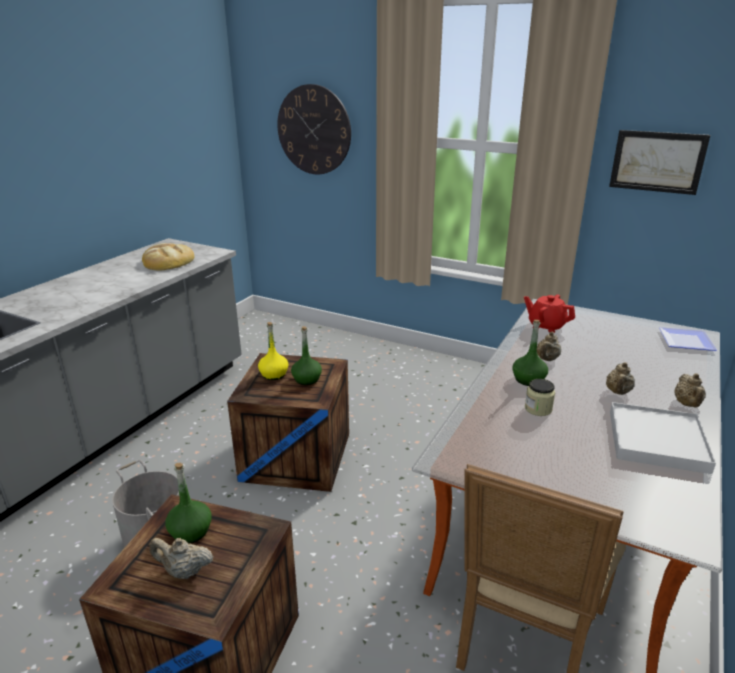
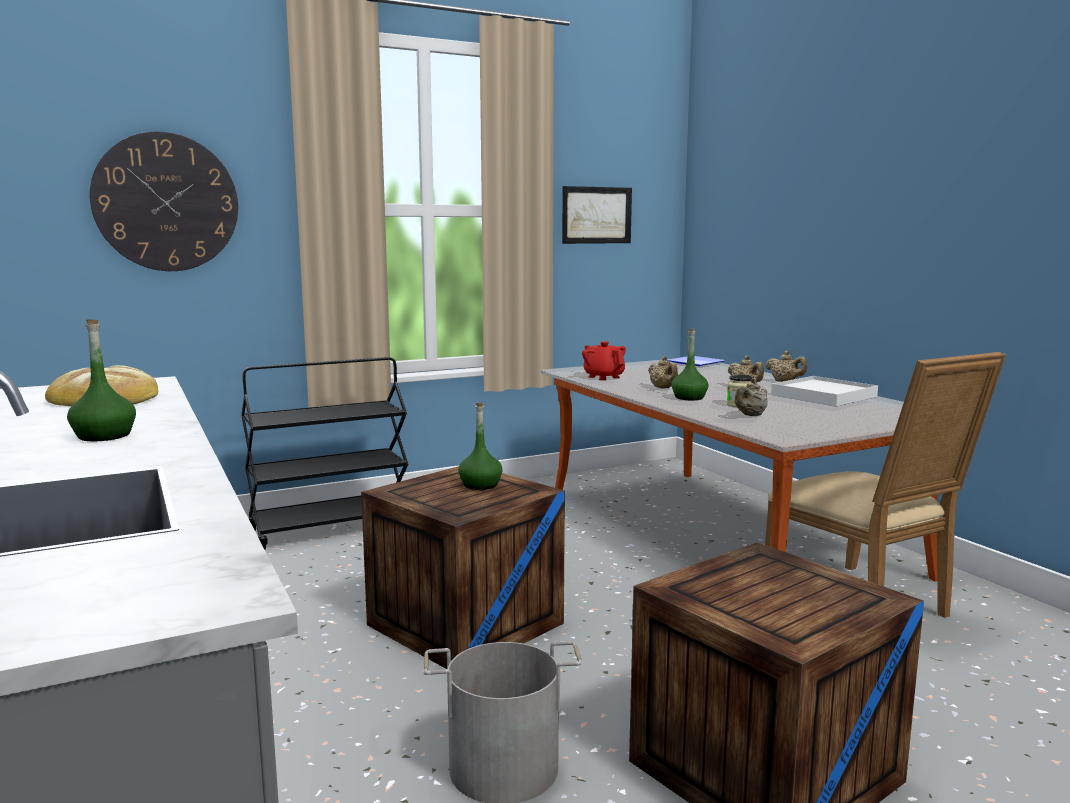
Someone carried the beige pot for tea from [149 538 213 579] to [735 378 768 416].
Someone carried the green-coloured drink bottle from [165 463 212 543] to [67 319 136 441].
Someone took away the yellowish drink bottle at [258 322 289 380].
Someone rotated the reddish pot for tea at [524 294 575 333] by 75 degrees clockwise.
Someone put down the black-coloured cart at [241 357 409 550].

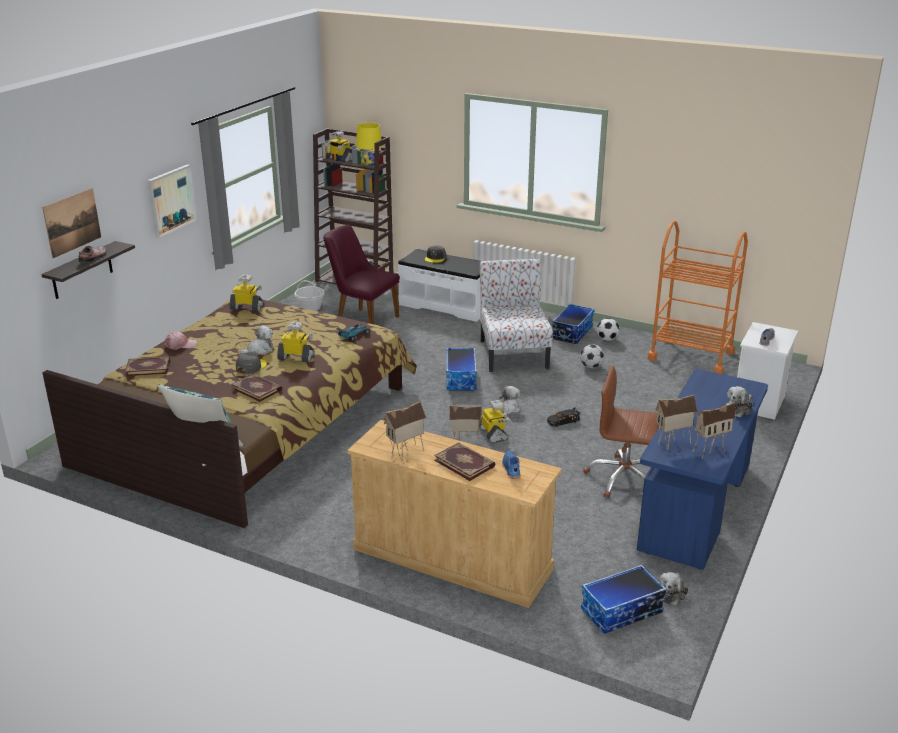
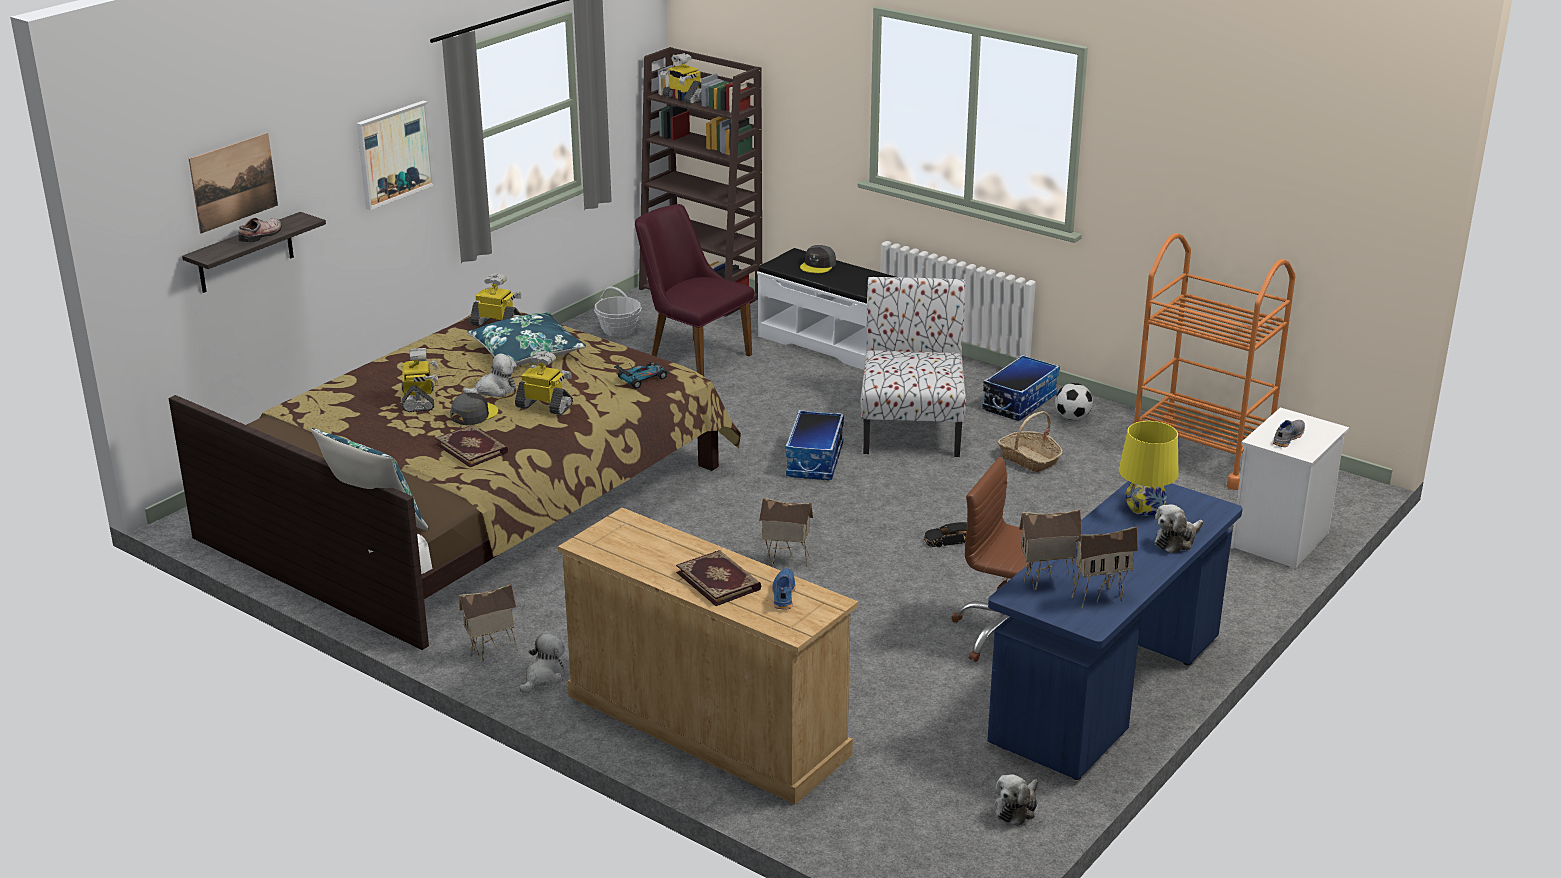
Someone took away the bound book at [125 357 170 376].
Someone took away the pinkish peaked cap at [164 332 197 350].
Someone carried the yellowish lamp for a table from [356 123 382 166] to [1119 421 1179 516].
Someone carried the miniature house from [384 401 426 462] to [459 584 518 663].
Someone carried the model robot from [479 400 512 443] to [402 348 438 412].
Someone carried the soft toy from [499 386 520 418] to [519 633 565 693].
Someone swapped the football at [580 344 605 368] for the storage basket at [997 411 1063 472].
Someone took away the storage bin at [581 565 666 634].
Someone put down the bluish cushion at [467 312 586 366].

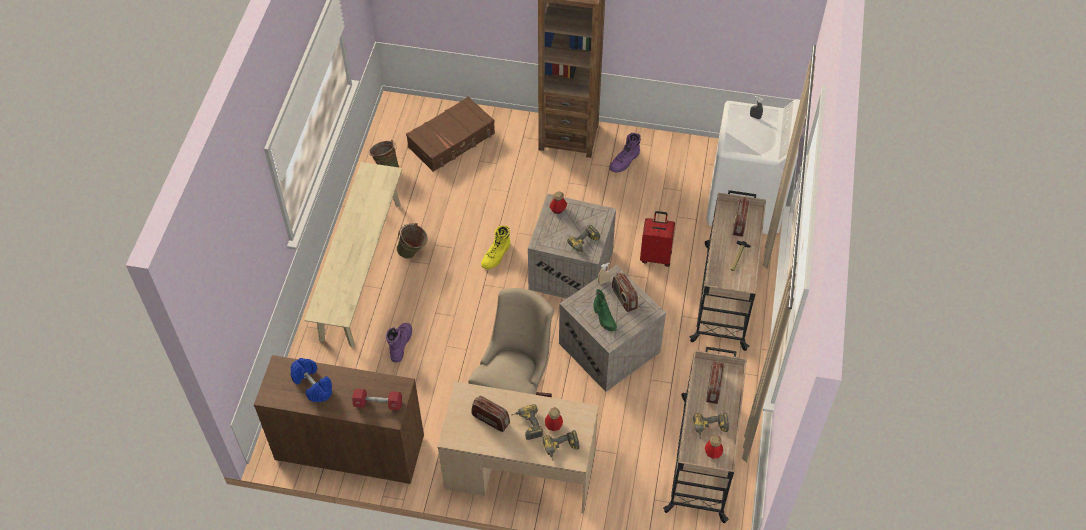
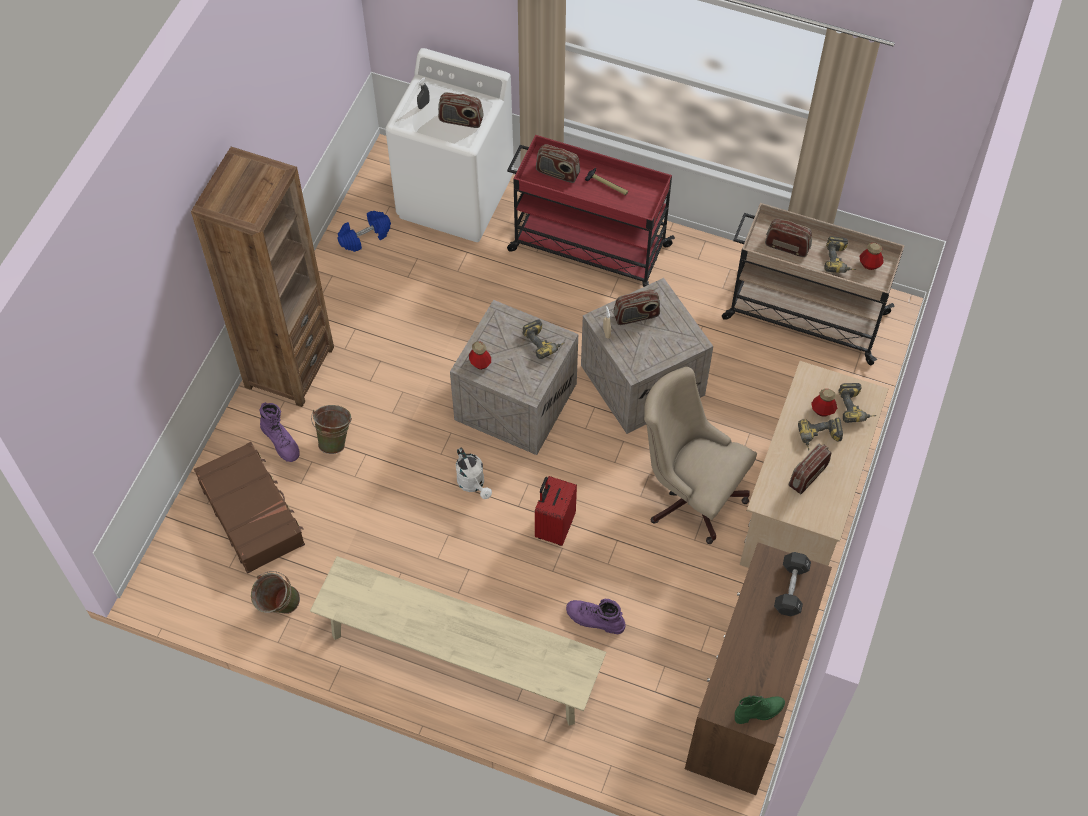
Someone carried the bluish hand weight from [290 358 332 402] to [337 211 391 252].
Someone repainted the reddish hand weight at [352 389 402 410], which became the black-coloured hand weight at [774 552 811 616].
Someone carried the green-coloured bucket from [397 223 428 259] to [311 405 352 454].
Someone swapped the yellowish tall boot at [481 226 510 269] for the whitish watering can at [456 448 492 499].
Someone carried the green-coloured tall boot from [594 289 617 331] to [735 695 785 724].
Someone carried the purple-coloured tall boot from [609 133 641 172] to [260 402 300 462].
Someone carried the reddish piece of luggage from [640 211 675 267] to [535 476 577 546].
Someone repainted the beige cart at [690 190 766 351], which became the reddish cart at [507 135 675 287].
Someone put down the radio at [438 92 483 128].

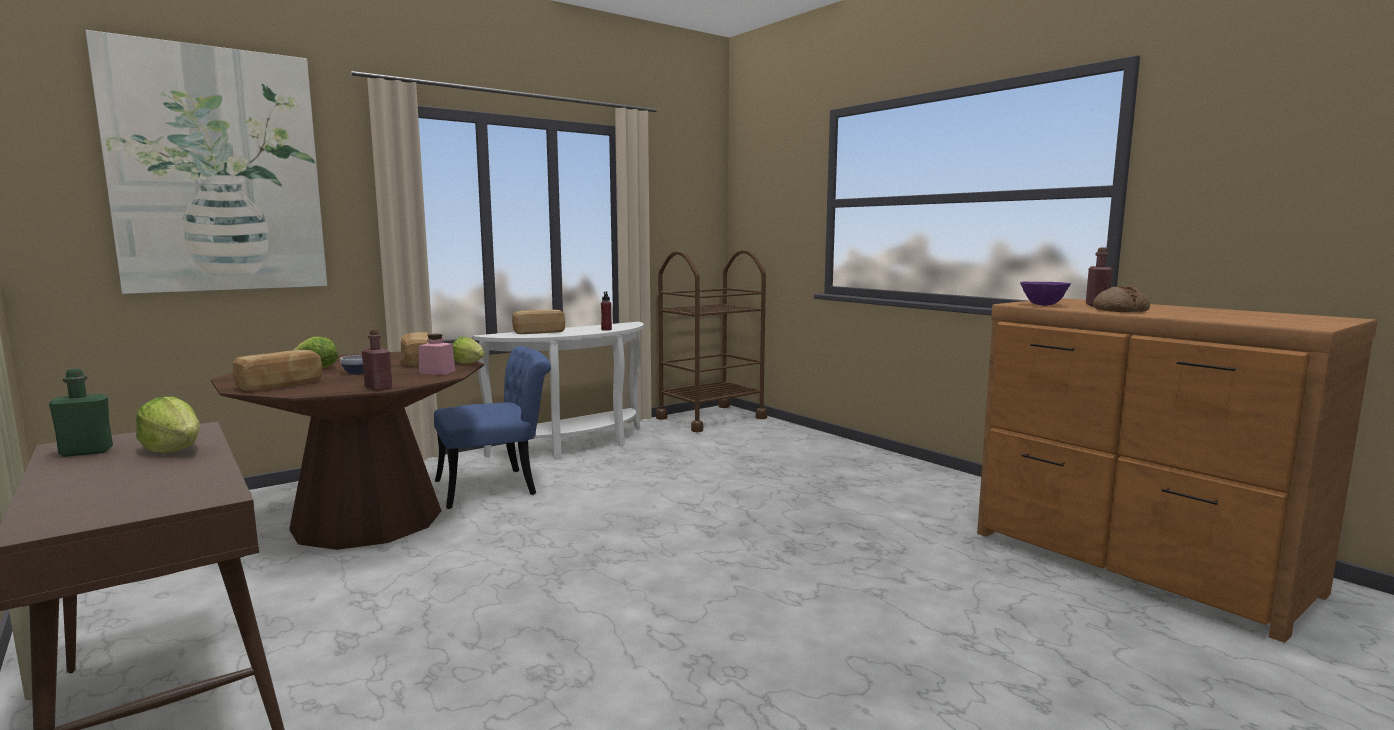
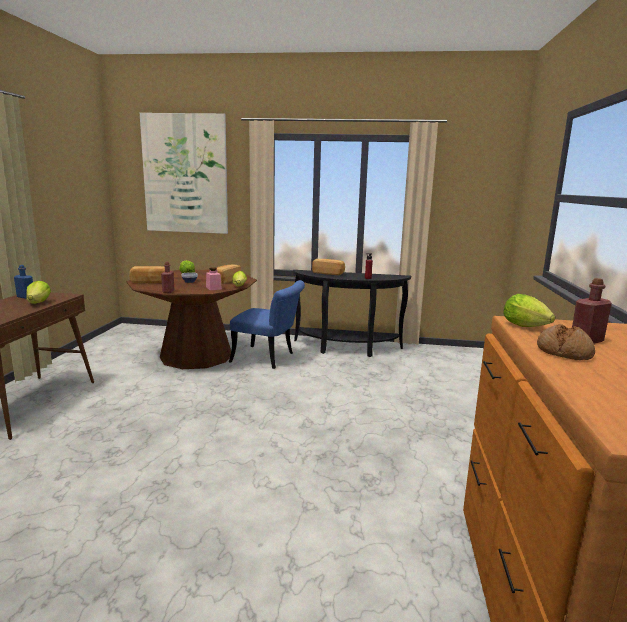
Someone repainted the green-coloured drink bottle at [49 369 113 457], which became the bluish drink bottle at [14 265 33 299].
Someone repainted the whitish narrow table at [472 322 644 460], which became the black-coloured narrow table at [293 270 411 357].
Someone took away the brownish cart at [656 250 767 432].
Someone swapped the purple-coloured bowl at [1020 282 1071 306] for the lettuce at [503 294 555 327].

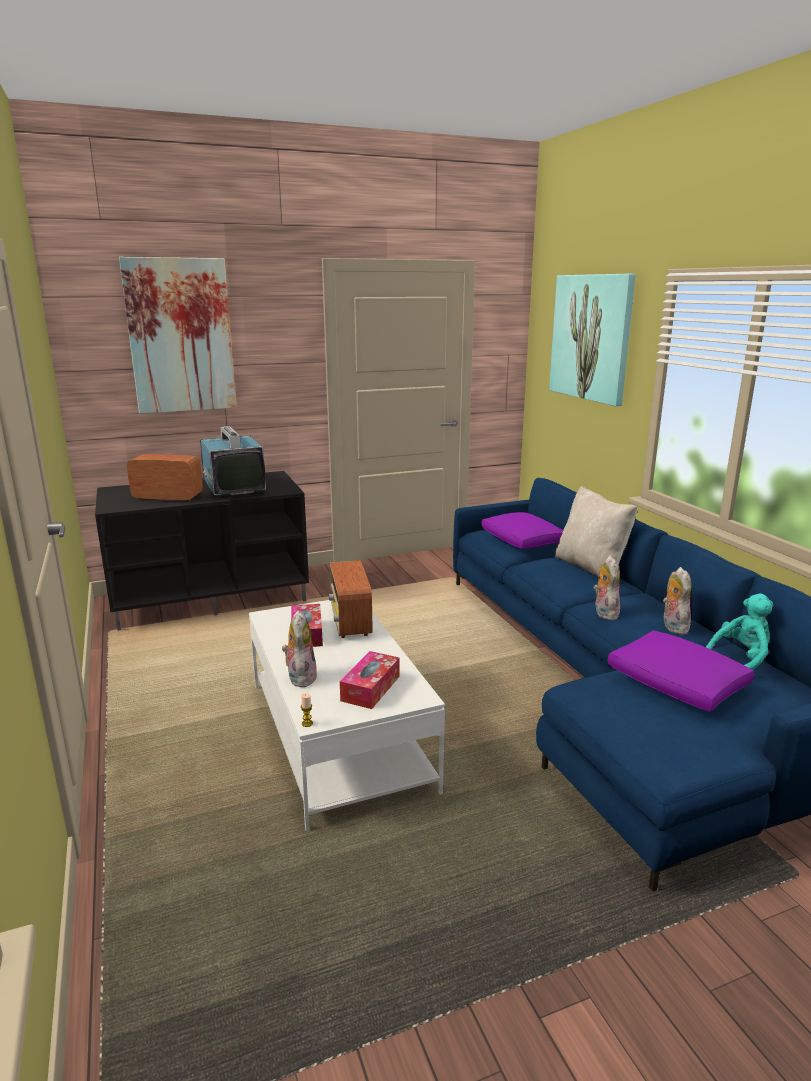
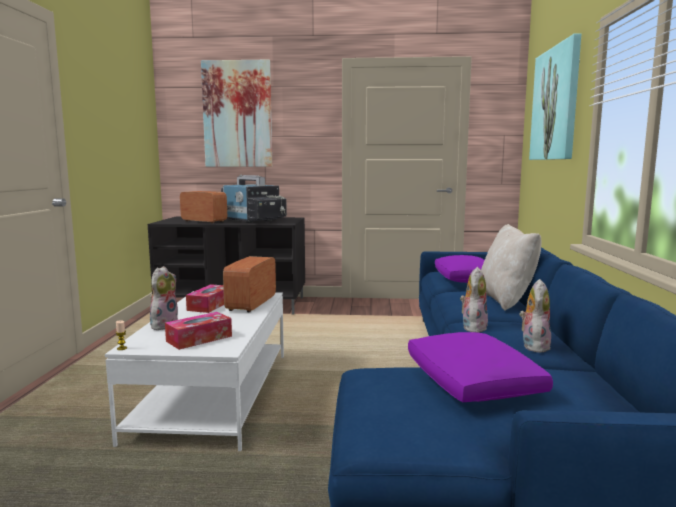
Someone rotated the television at [200 426 266 497] by 135 degrees clockwise.
Someone took away the blue-green soft toy at [706 594 774 670].

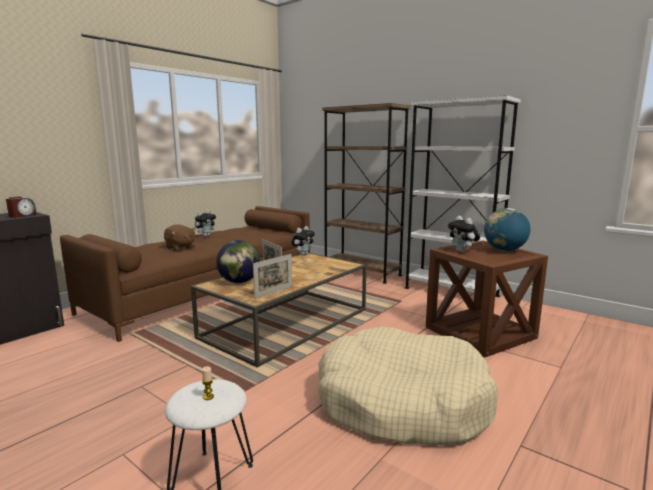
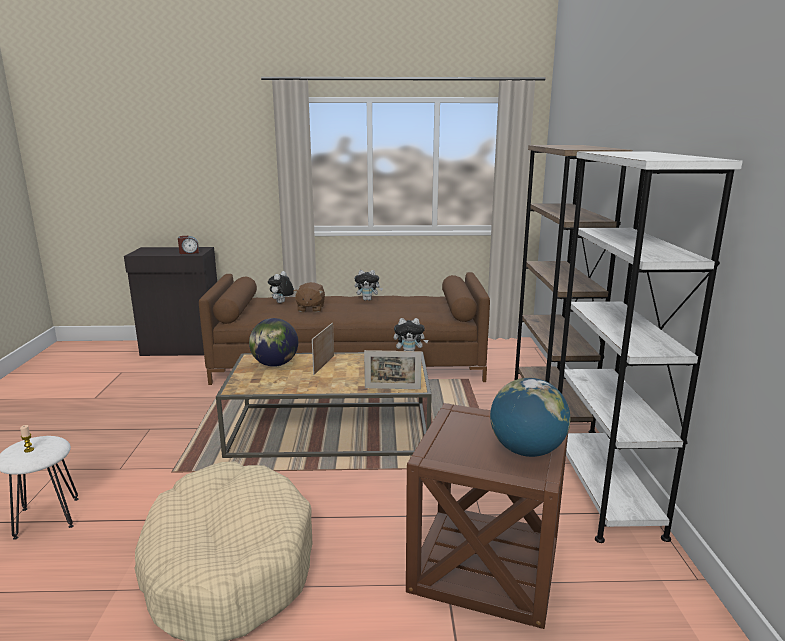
Someone carried the standing frame from [253 254 292 299] to [364 350 422 389].
Someone carried the soft toy from [448 216 480 252] to [268 271 294 303].

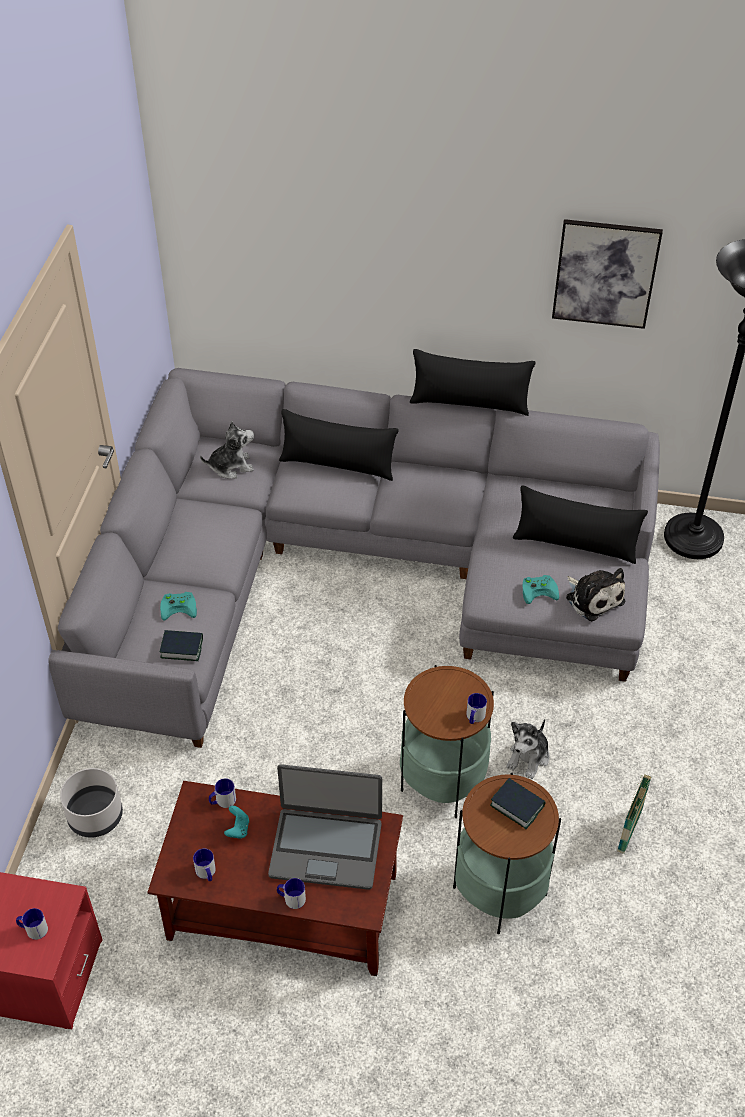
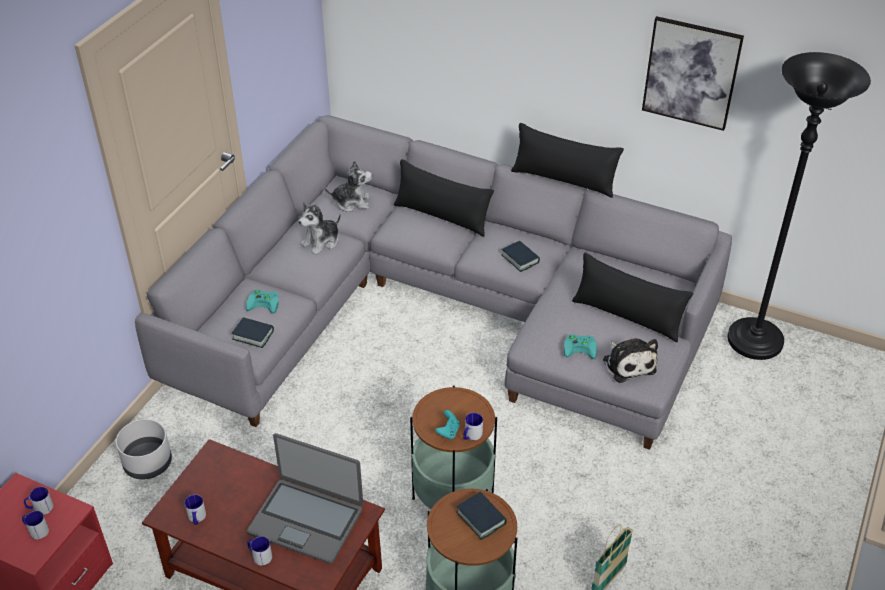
Someone carried the mug from [209 778 236 808] to [24 487 54 515].
Someone carried the blue-green gamepad from [224 806 249 839] to [435 410 460 440].
Someone carried the soft toy from [507 719 549 779] to [298 202 341 255].
Someone put down the bound book at [502 241 540 272].

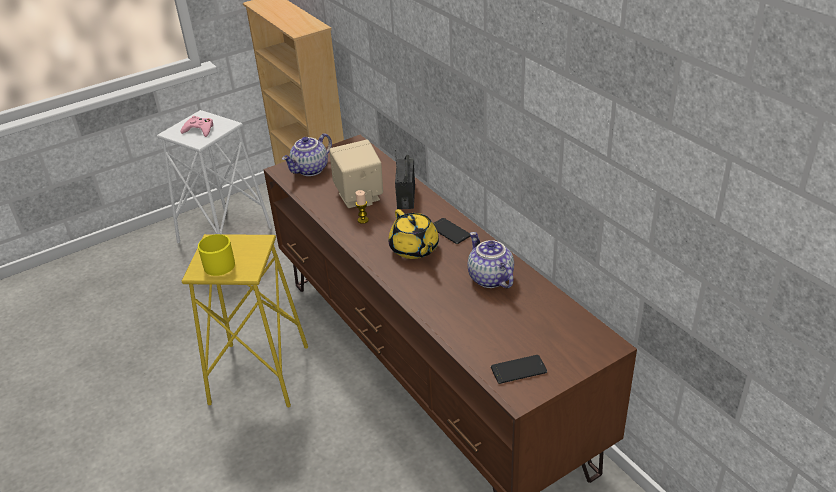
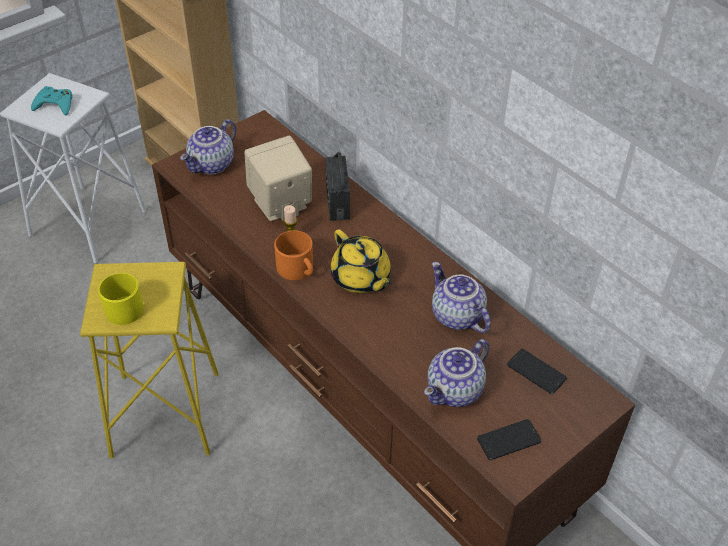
Someone repainted the pinkish gamepad at [180 116 213 137], which became the blue-green gamepad at [31 86 72 116].
Someone carried the phone from [433 218 471 244] to [507 349 567 394].
Someone put down the orangey mug at [274 230 313 280].
Someone put down the pot for tea at [424 339 489 407].

